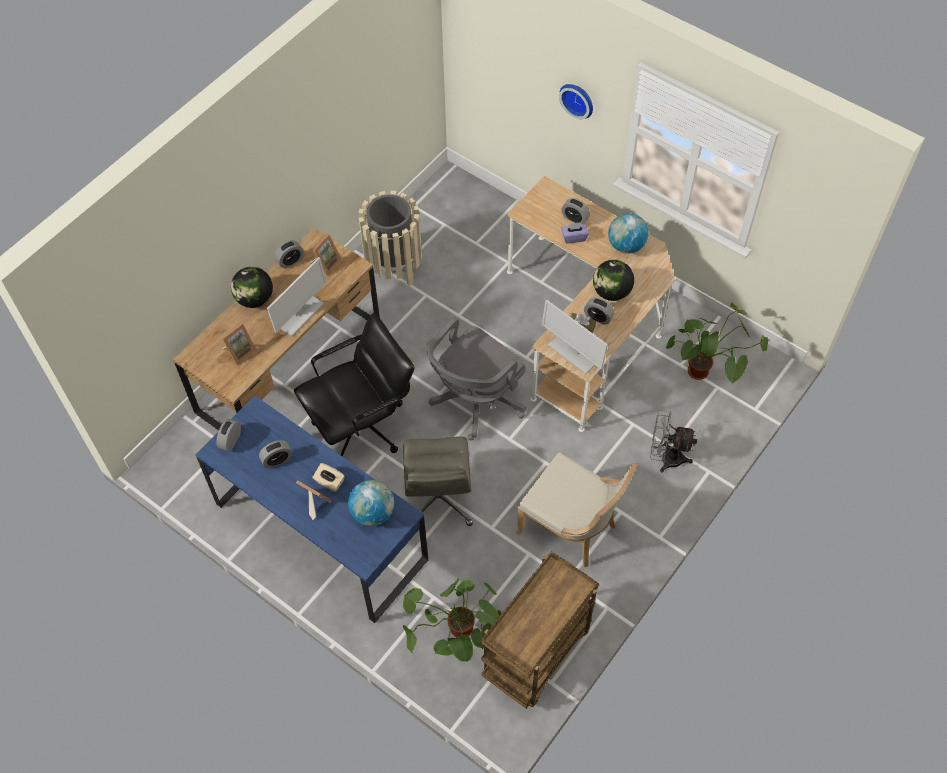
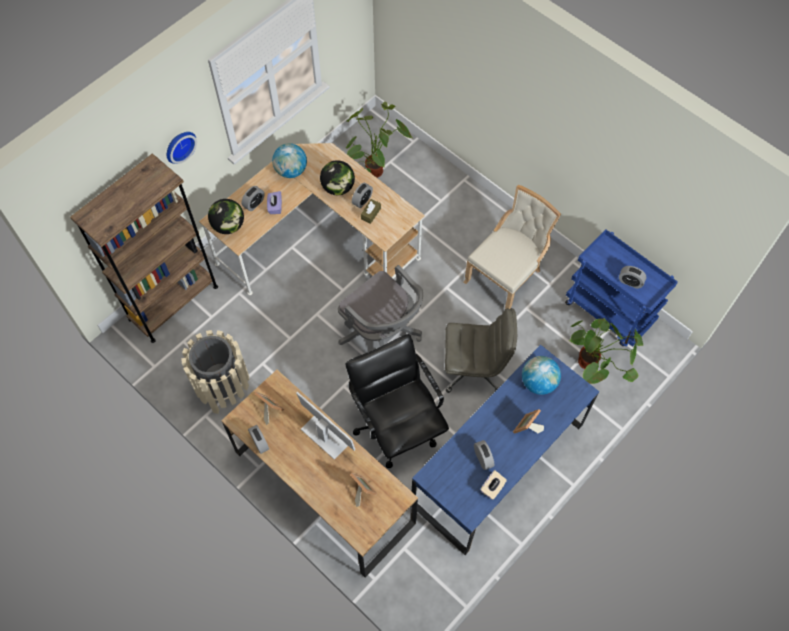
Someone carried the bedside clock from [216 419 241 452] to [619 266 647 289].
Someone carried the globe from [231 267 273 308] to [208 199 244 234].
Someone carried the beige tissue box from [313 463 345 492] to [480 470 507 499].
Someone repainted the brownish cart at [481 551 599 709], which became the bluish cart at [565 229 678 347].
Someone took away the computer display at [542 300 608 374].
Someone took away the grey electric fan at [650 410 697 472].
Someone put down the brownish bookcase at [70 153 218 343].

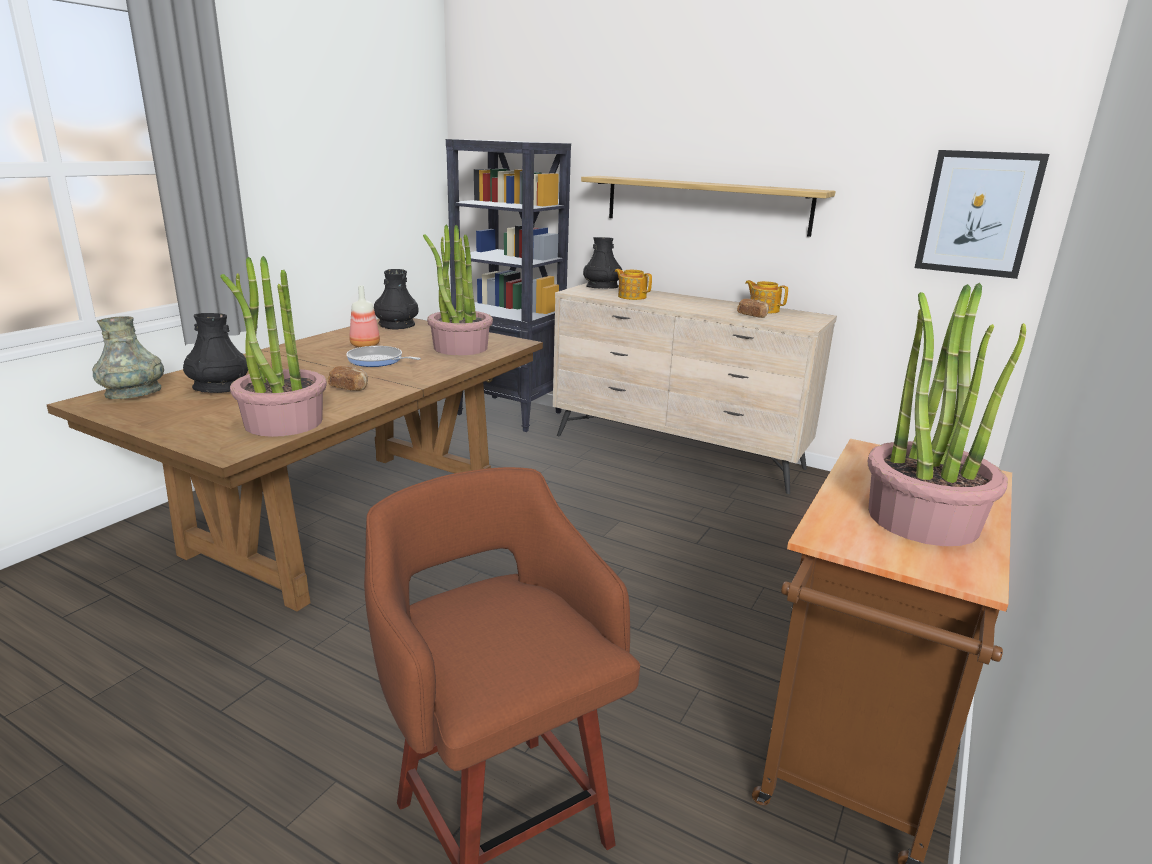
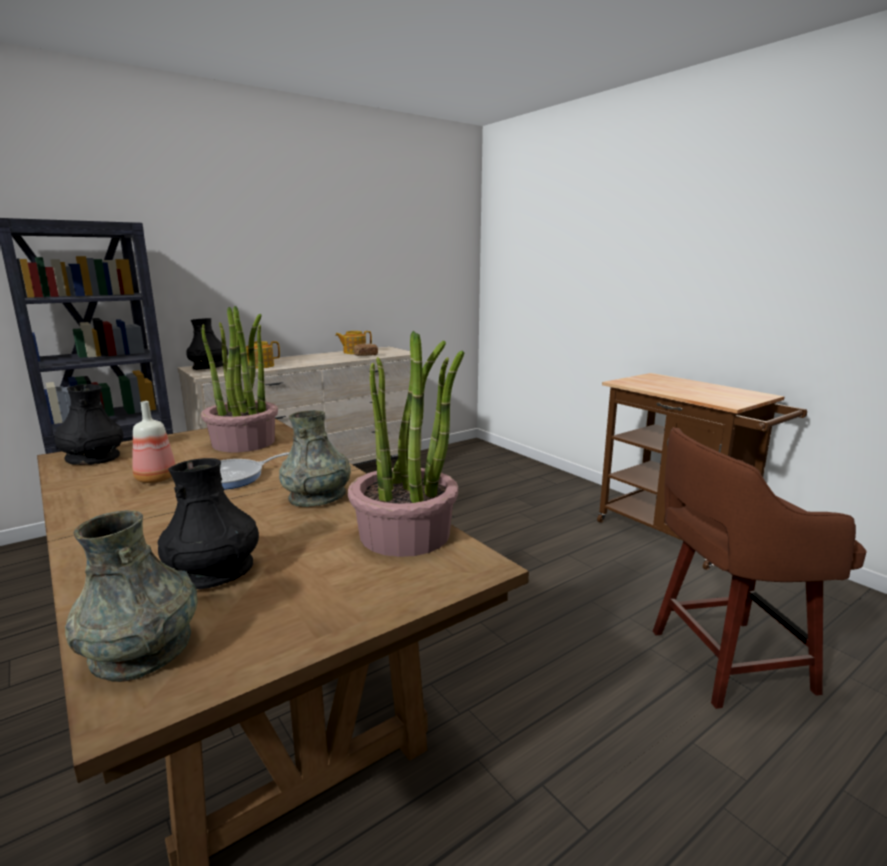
Someone swapped the baked bread at [328 366 368 391] for the grey flower vase at [279 410 351 507].
Someone took away the shelf at [581 176 835 237].
Someone took away the potted plant at [868 283 1026 546].
Someone took away the wall picture at [915 150 1049 279].

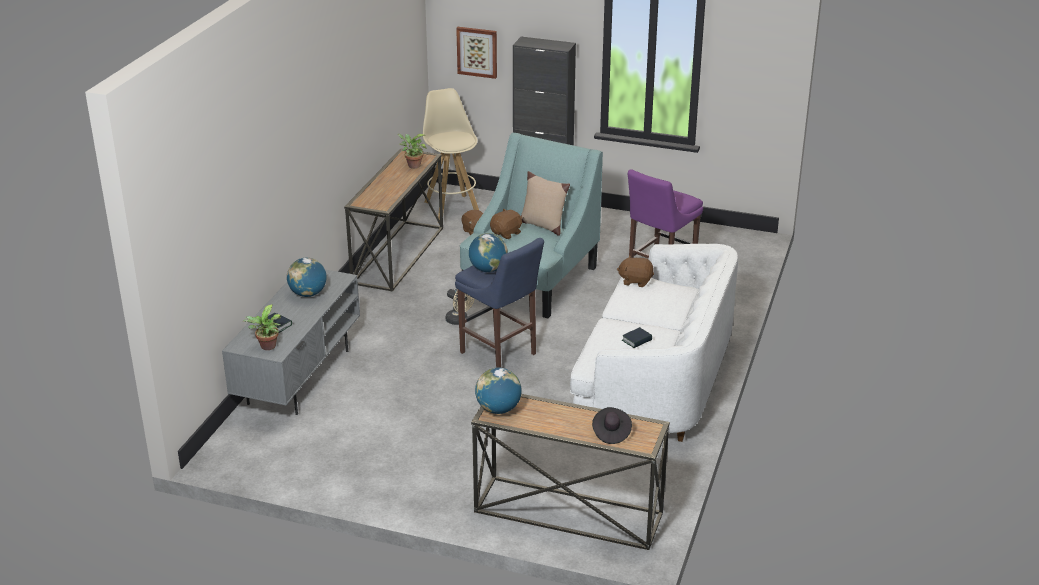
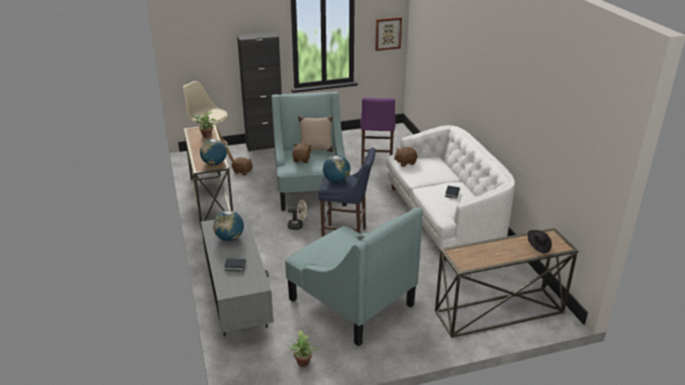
Someone carried the potted plant from [242 304 281 350] to [289 330 319 367].
Someone carried the wall picture from [456 27 497 79] to [375 17 402 51].
Someone carried the globe from [475 368 522 414] to [200 139 227 165].
Someone put down the blue-green lounge chair at [285 207 423 346].

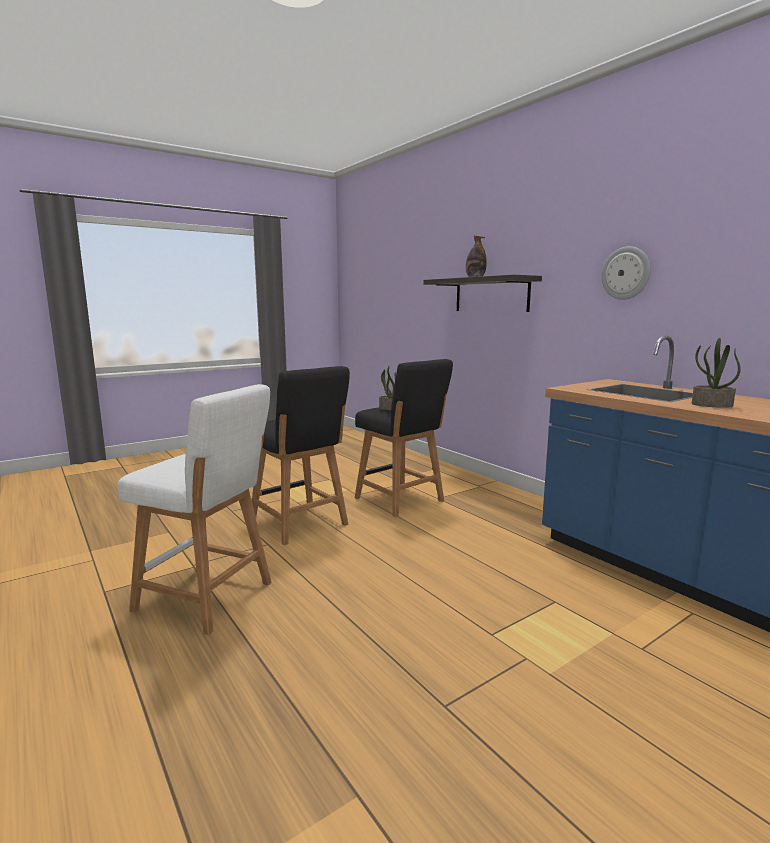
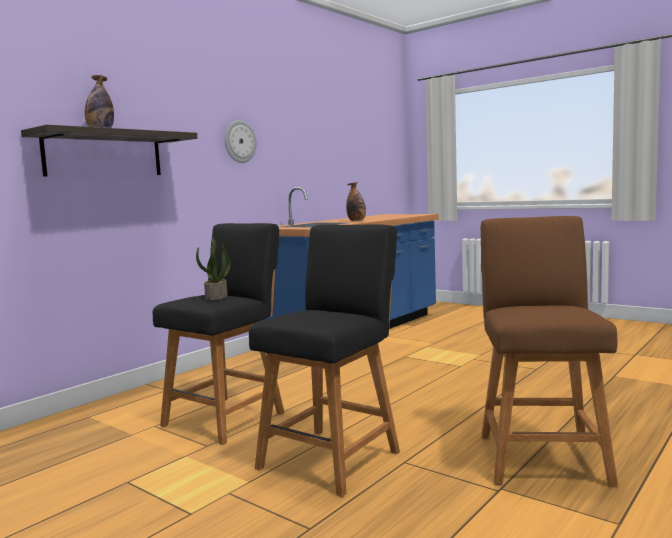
Someone repainted the whitish sitting stool at [117 384 272 635], which became the brownish sitting stool at [481 216 618 487].
Someone swapped the potted plant at [692 338 741 408] for the drink bottle at [346 182 366 221].

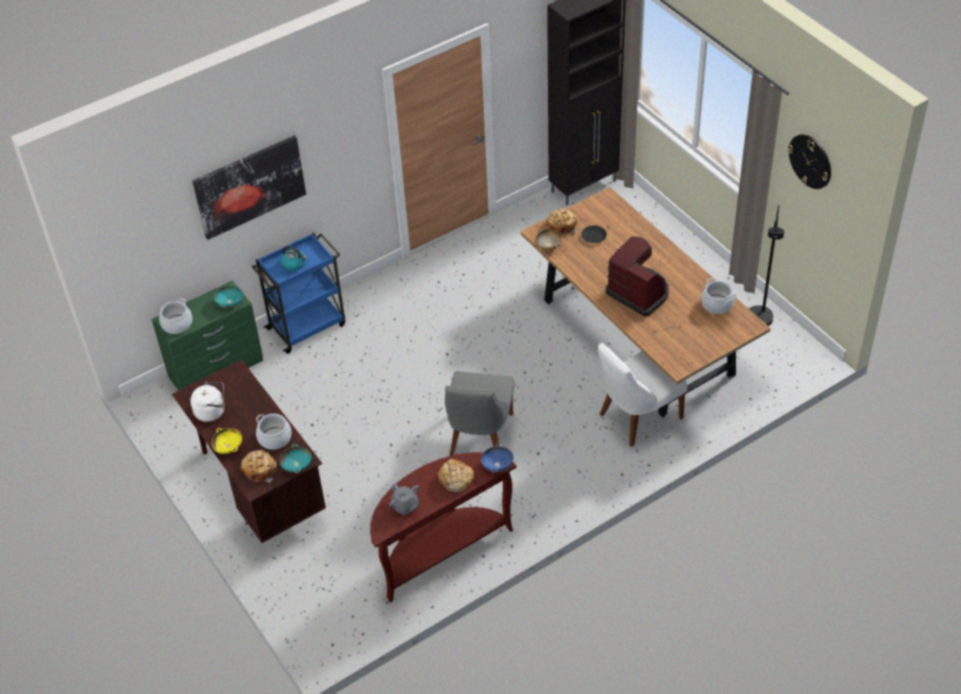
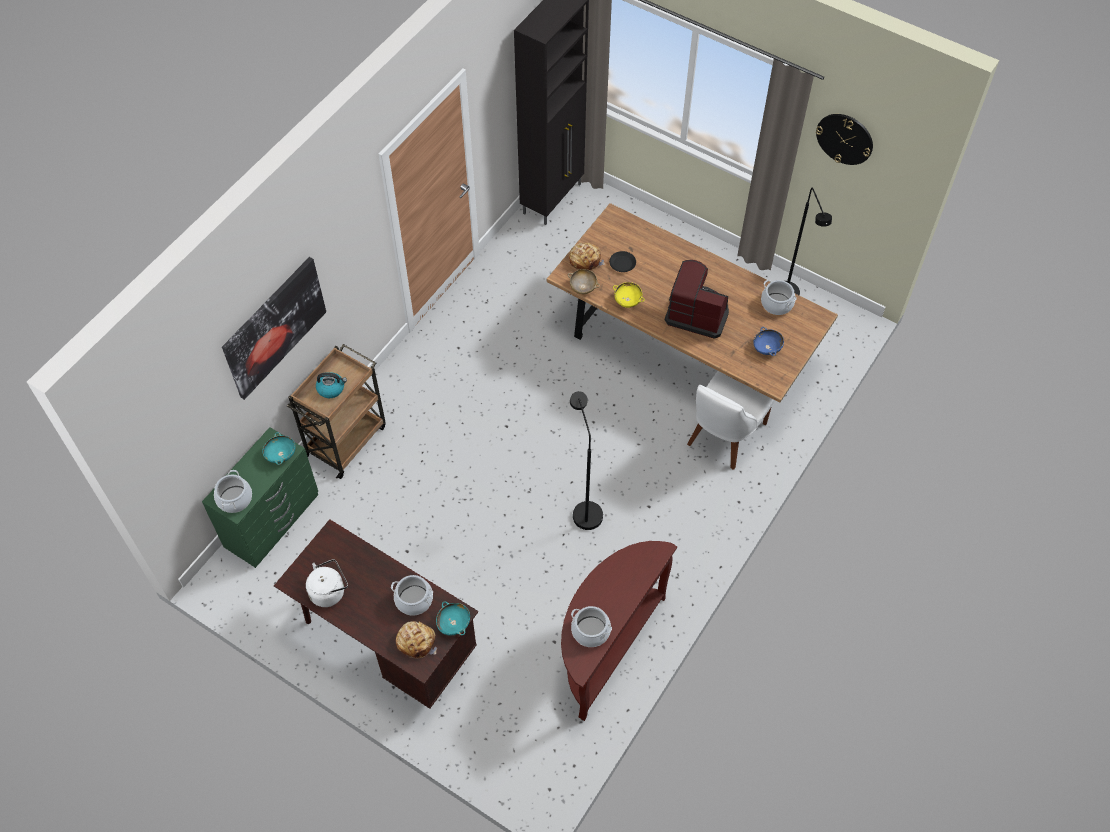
Someone carried the yellowish bowl from [212 428 242 454] to [613 282 645 308].
Someone repainted the bluish cart at [252 232 345 354], which became the brownish cart at [287 344 386 479].
Someone swapped the grey pot for tea at [389 483 419 515] for the stockpot at [571 606 612 647].
Someone took away the baked bread at [438 459 474 492].
Someone swapped the grey chair at [445 371 515 456] for the black-coloured standard lamp at [570 391 603 530].
Someone carried the bluish bowl from [481 443 514 473] to [753 327 784 356].

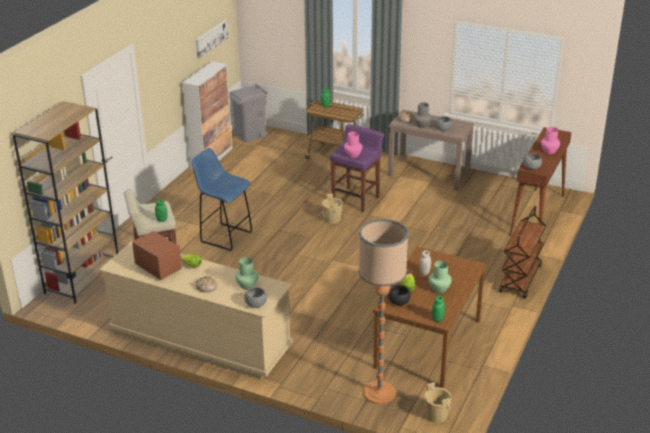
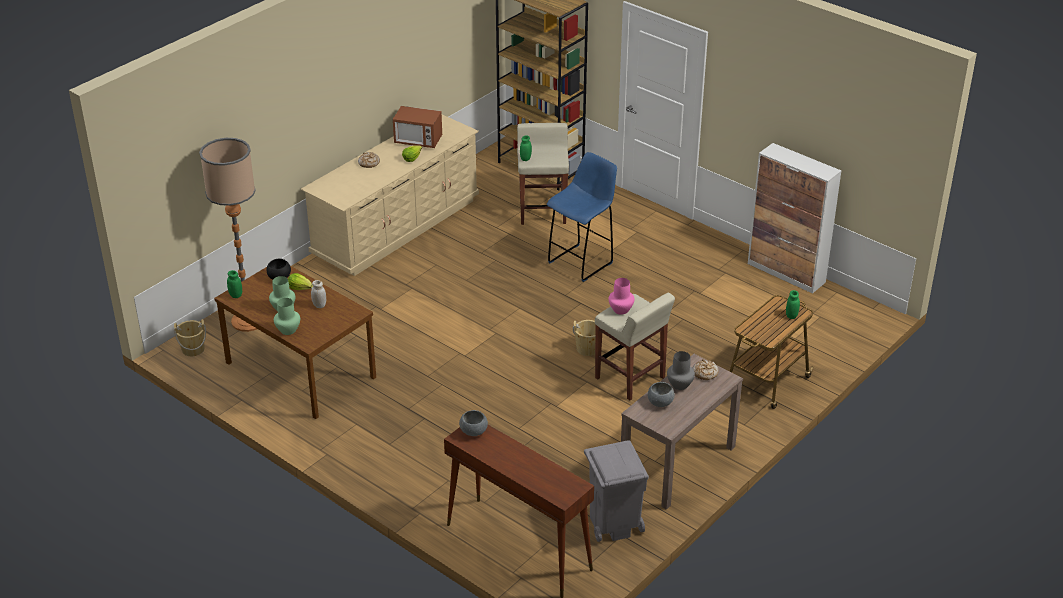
Someone rotated the microwave at [132 231 182 280] by 45 degrees clockwise.
Someone took away the wall picture at [196 20 228 58].
Someone carried the grey waste bin from [229 84 268 142] to [584 440 649 542].
Someone carried the green-coloured flower vase from [235 257 259 290] to [274 298 300 335].
Someone took away the grey bowl at [244 287 267 308].
Someone repainted the purple-coloured sitting stool at [330 124 383 212], which became the beige sitting stool at [595 292 675 400].
Someone took away the brownish cart at [499 206 546 299].
Someone took away the pinkish flower vase at [541 127 560 154].

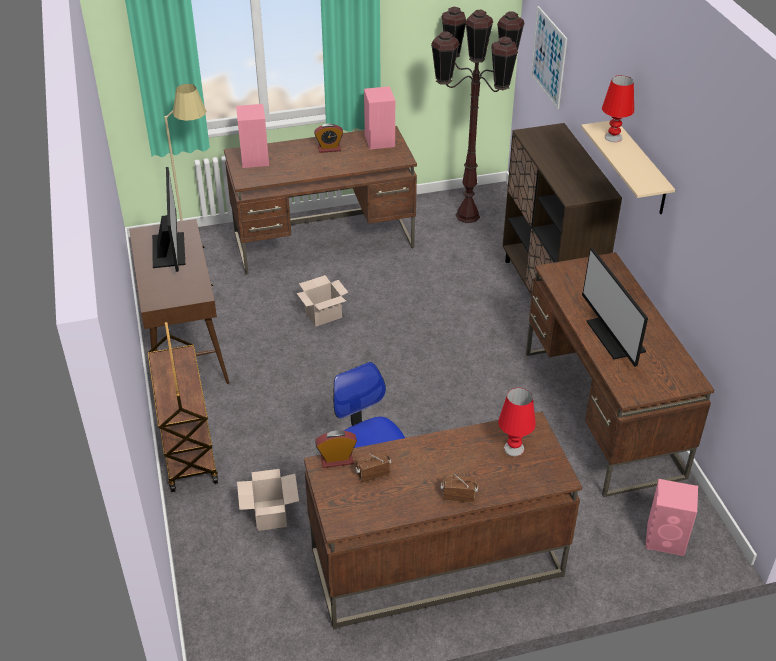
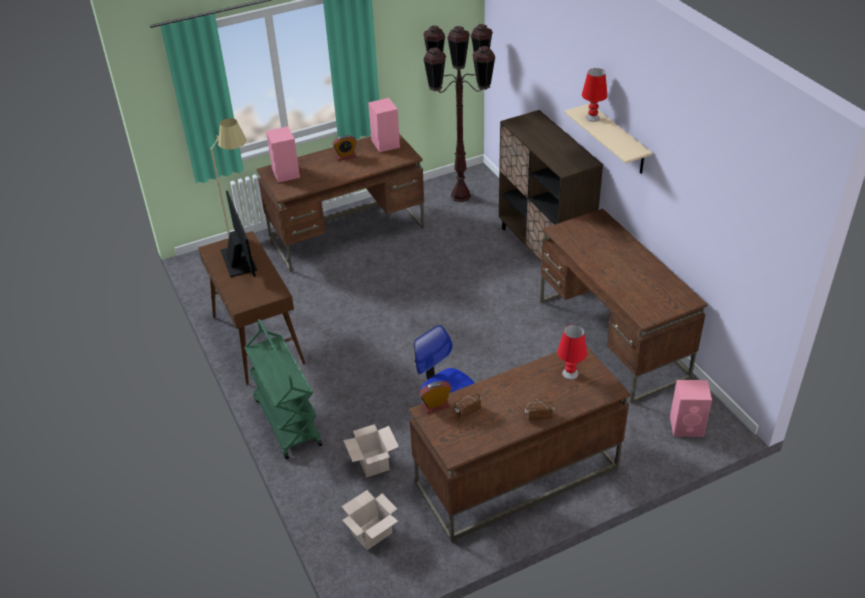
Someone repainted the brownish cart at [148 322 218 492], which became the green-coloured cart at [244 319 322 459].
Someone carried the carton from [297 275 349 327] to [341 490 398 550].
Someone took away the wall picture at [531 6 567 109].
Someone took away the computer display at [582 248 648 367].

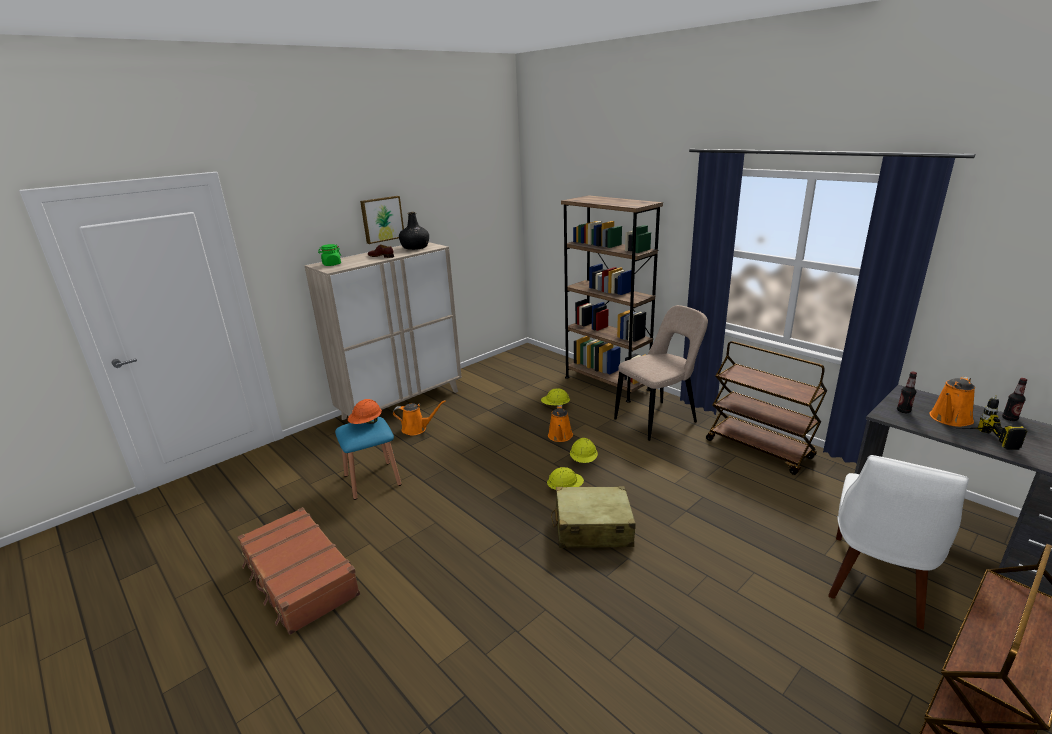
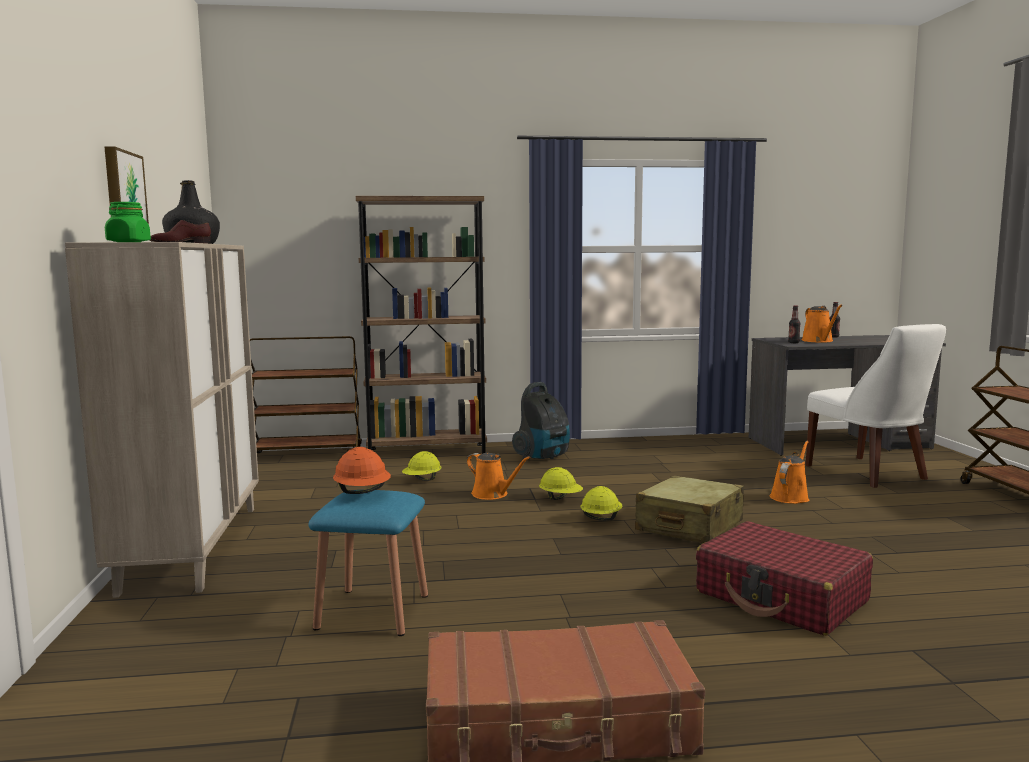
Someone carried the orangey watering can from [393 400 446 435] to [770 441 809 504].
Someone swapped the beige chair at [614 305 708 441] for the vacuum at [512 382 570 459].
Someone carried the brownish cart from [706 341 827 475] to [250 336 362 453].
Someone took away the power drill at [966 395 1027 450].
Someone put down the reddish piece of luggage at [696 521 873 636].

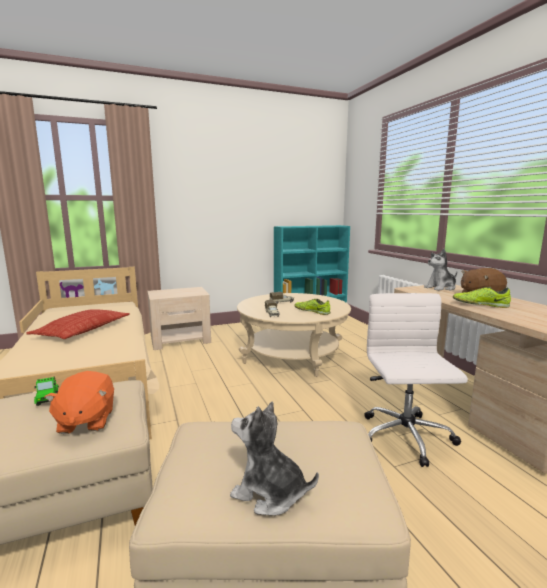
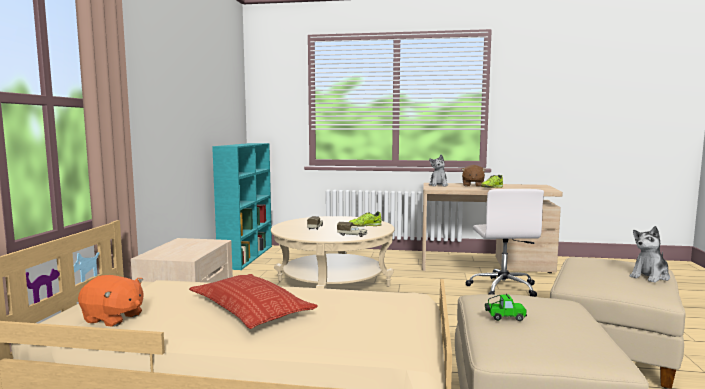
Someone carried the orangey soft toy from [44 371 114 434] to [78 275 144 327].
Someone rotated the whitish computer chair at [365 293 468 467] by 120 degrees counterclockwise.

